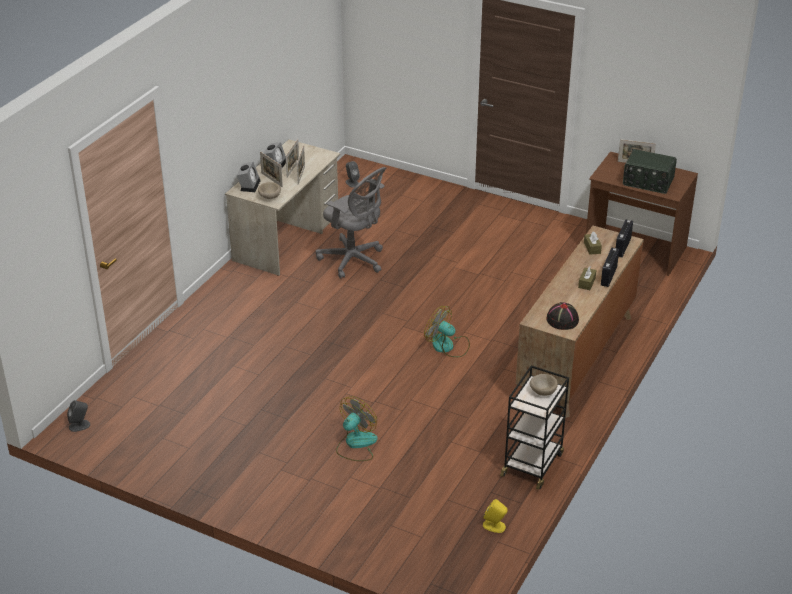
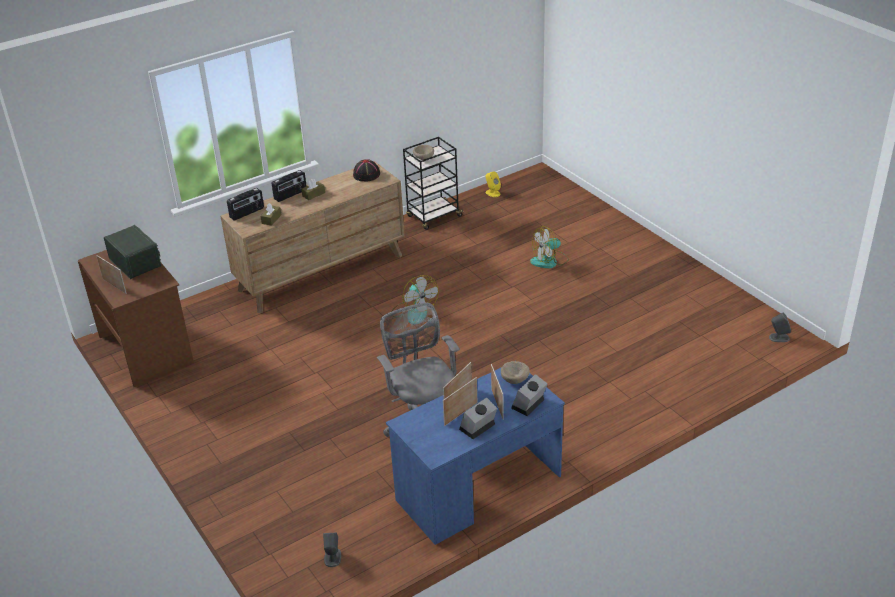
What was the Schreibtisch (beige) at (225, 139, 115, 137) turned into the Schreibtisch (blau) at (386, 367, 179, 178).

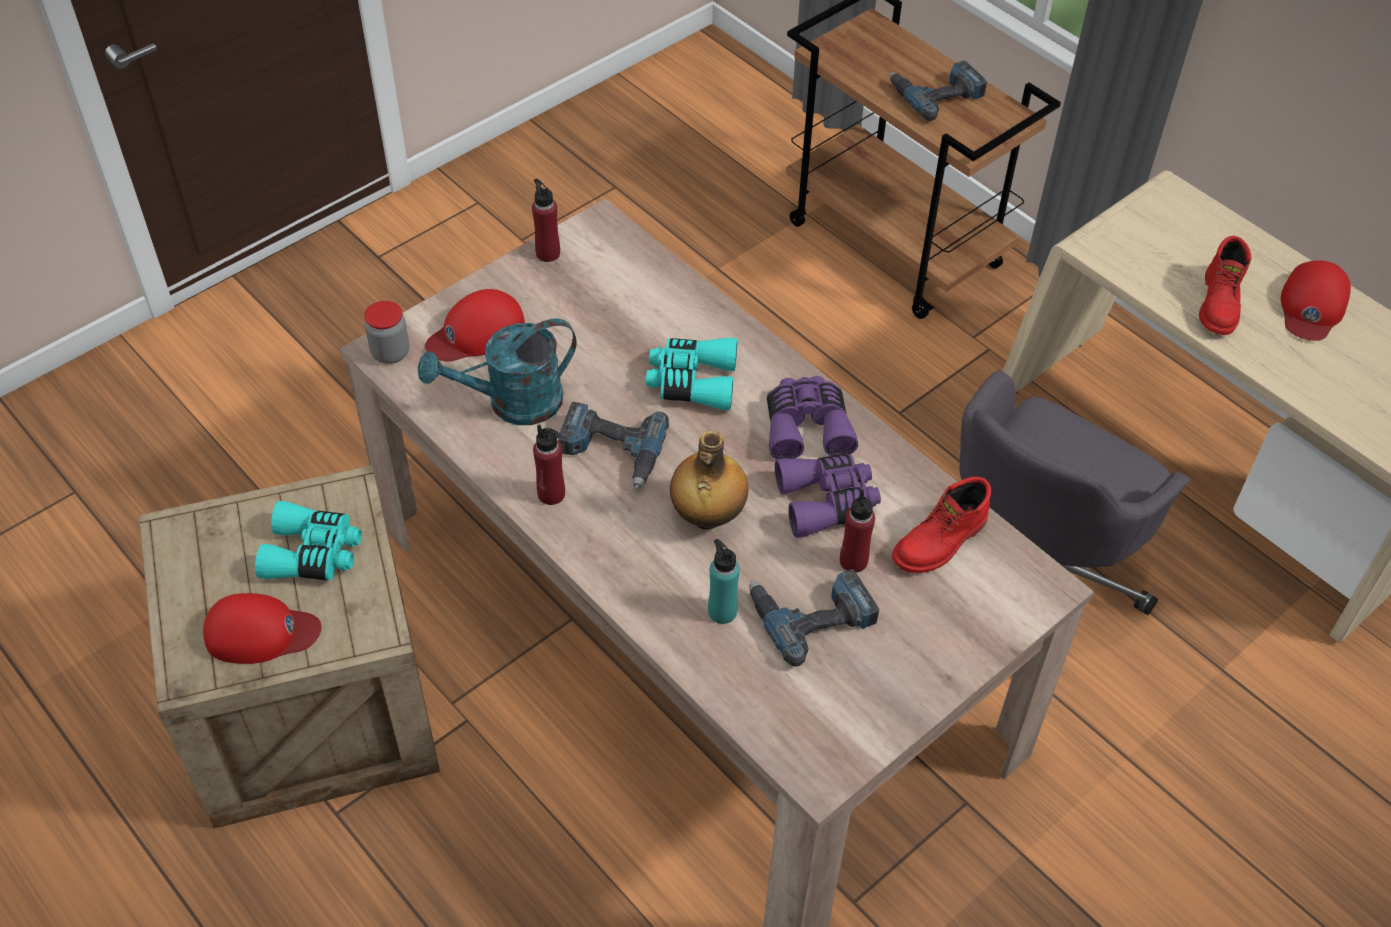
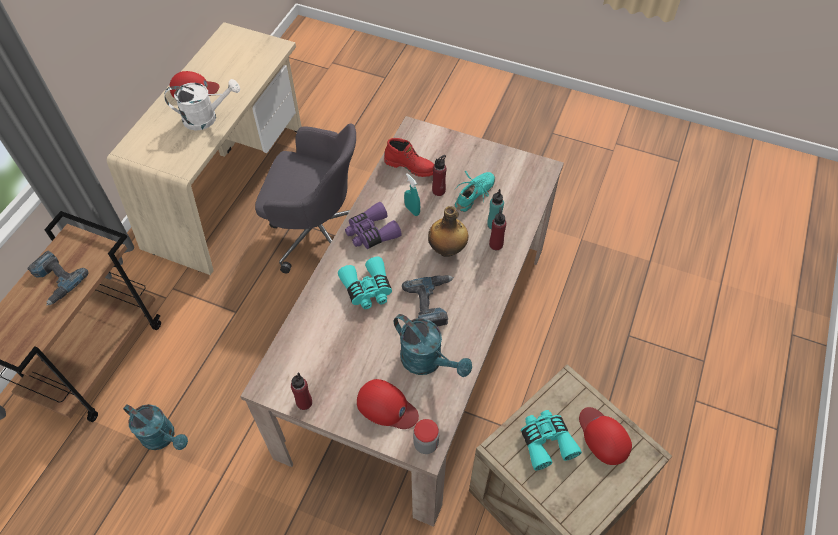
The Flasche (rot) ended up elsewhere, having gone from (533, 424, 32, 81) to (489, 208, 18, 42). Where the Bohrmaschine stood at (749, 569, 130, 98), the Schuh (türkis) came to stand at (454, 171, 41, 41). Where the Fernglas (lila) stood at (775, 454, 106, 84), the Sprühflasche (türkis) came to stand at (404, 173, 16, 43). Where the Stiefel (rot) stood at (1199, 236, 52, 99), the Gießkanne (weiß) came to stand at (164, 79, 76, 52). The second view gained the Gießkanne (türkis) at (123, 404, 65, 46).

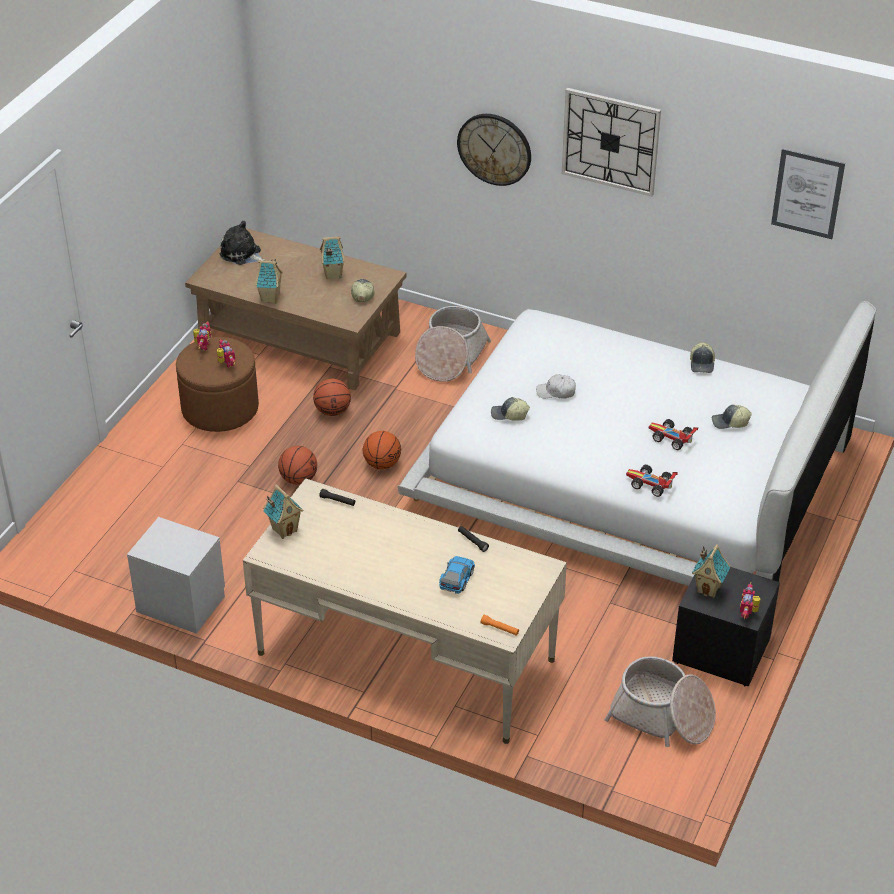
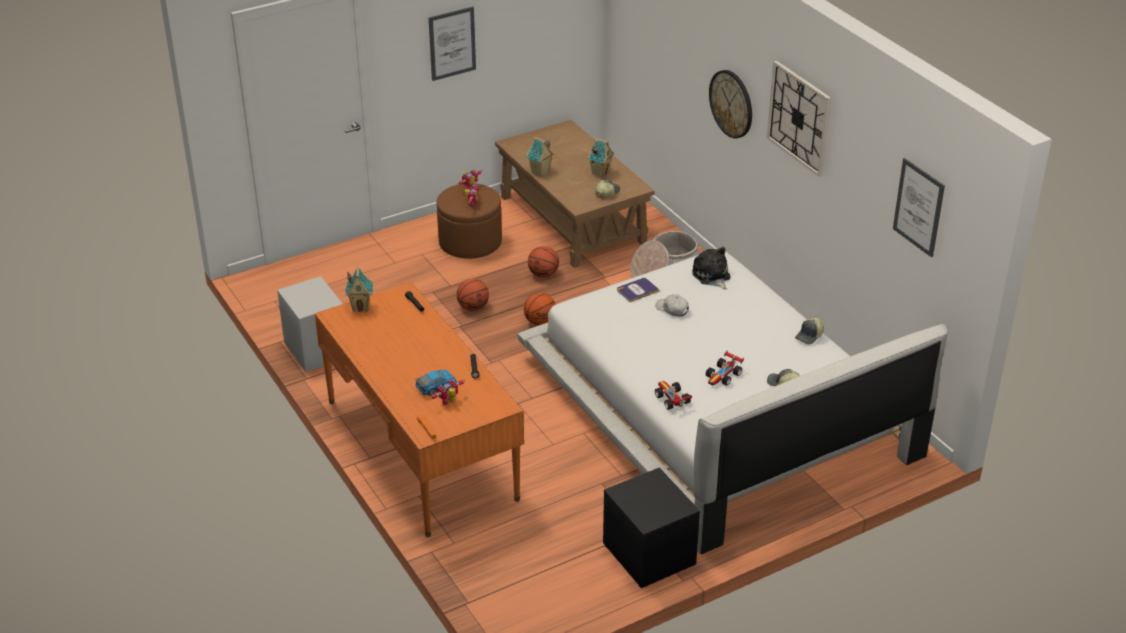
The Plüschtier ended up elsewhere, having gone from (220, 220, 46, 45) to (692, 247, 39, 43). What was the Schreibtisch (beige) at (243, 478, 324, 266) turned into the Schreibtisch (orange) at (315, 282, 209, 255). The second view lost the Kappe at (491, 397, 39, 24). The second view lost the Korb at (604, 656, 112, 91). The Spielzeugauto at (649, 419, 49, 31) ended up facing another way, 120 degrees counterclockwise from before. The second view lost the Spielzeughaus at (692, 544, 38, 54). The Spielzeugroboter ended up elsewhere, having gone from (740, 582, 21, 37) to (430, 379, 35, 26). The second view gained the Bild at (429, 6, 47, 75). The second view gained the Buch at (617, 278, 43, 24).

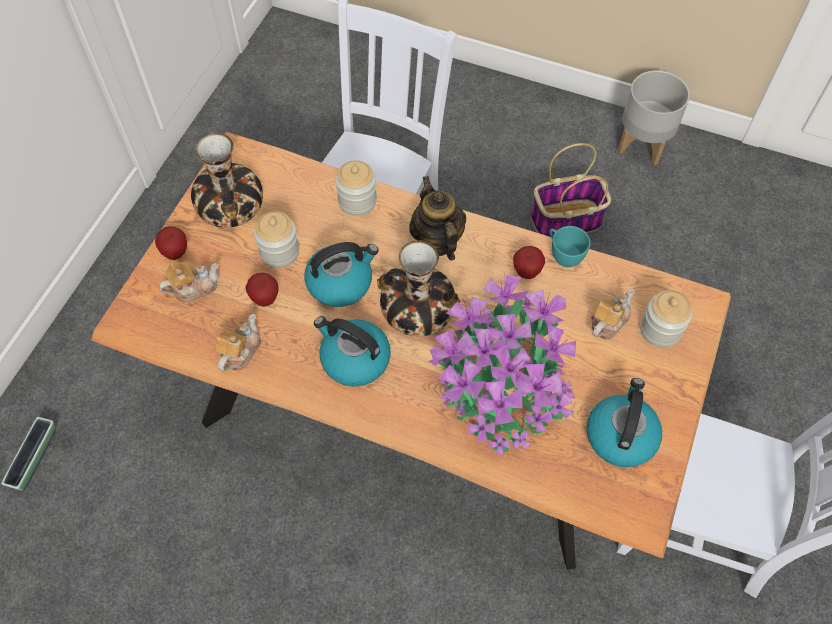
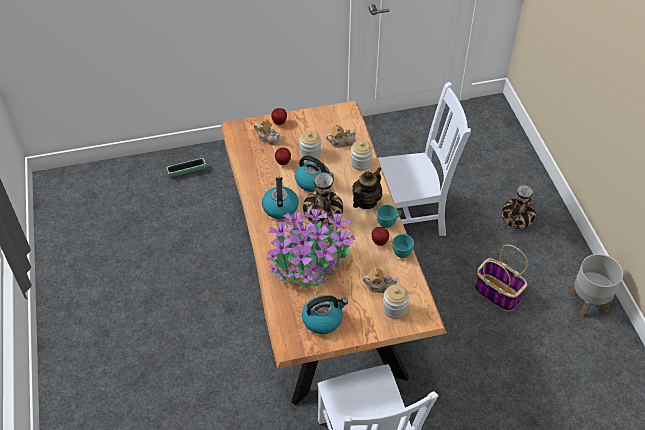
The Vase ended up elsewhere, having gone from (191, 133, 72, 95) to (502, 185, 34, 44). The Teekanne ended up elsewhere, having gone from (215, 314, 46, 57) to (326, 125, 31, 23). The second view gained the Tasse (türkis) at (377, 204, 25, 24).

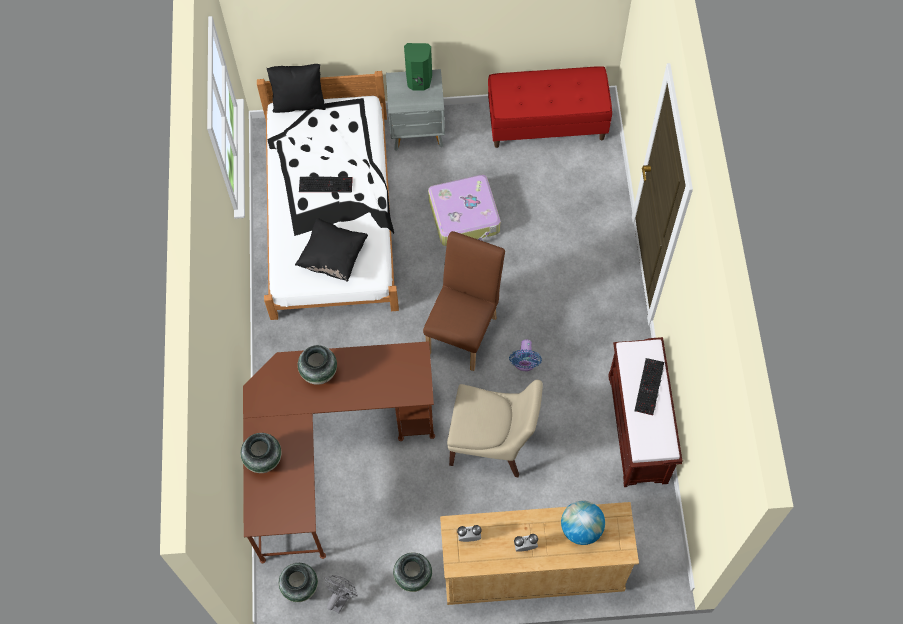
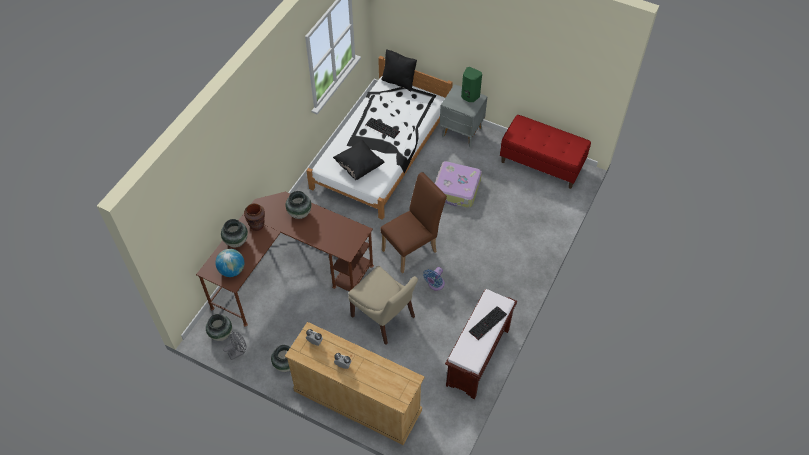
The Globus ended up elsewhere, having gone from (561, 500, 44, 45) to (215, 249, 29, 28). The second view gained the Vase (braun) at (244, 203, 21, 28).

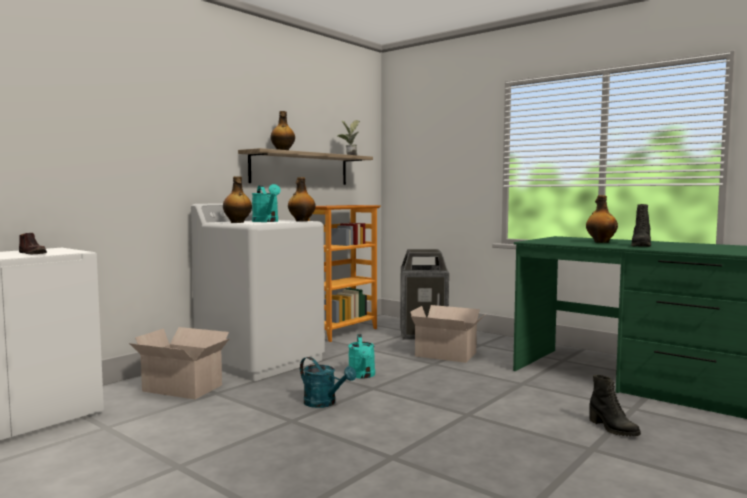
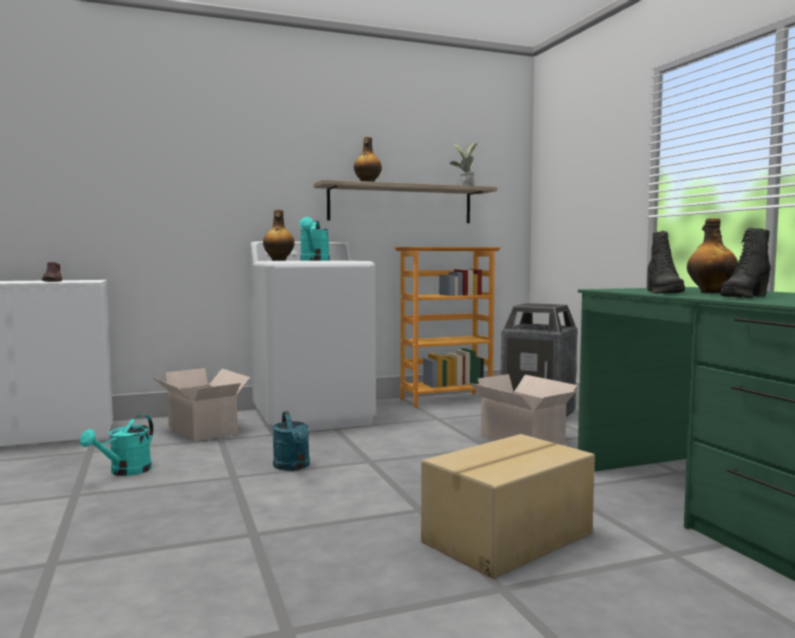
The second view lost the Flasche at (288, 177, 28, 45). The Gießkanne (türkis) ended up elsewhere, having gone from (348, 334, 27, 45) to (80, 415, 73, 61). The Stiefel (schwarz) ended up elsewhere, having gone from (589, 375, 52, 61) to (647, 231, 38, 62). The second view gained the Karton at (421, 434, 174, 145).

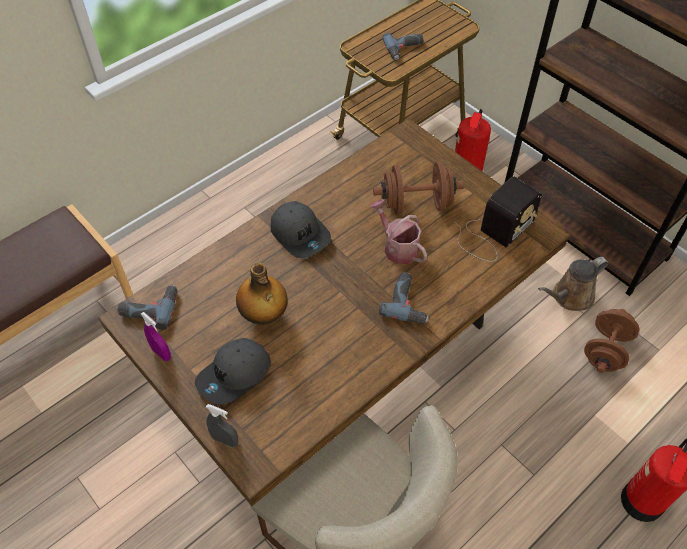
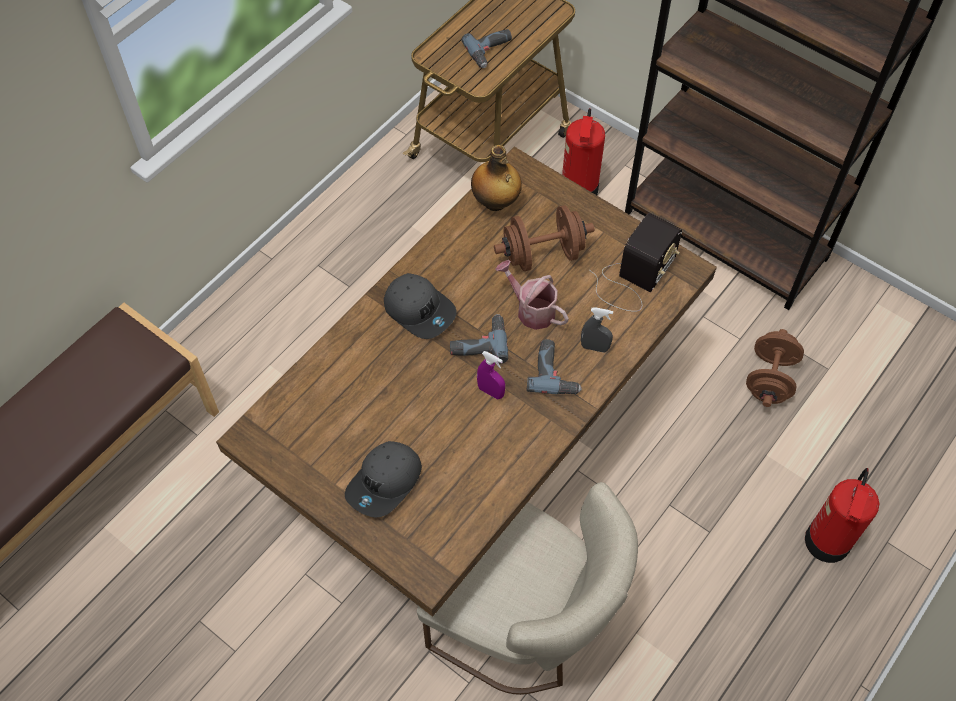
The Bohrmaschine ended up elsewhere, having gone from (118, 285, 60, 45) to (450, 314, 58, 50). The Sprühflasche (lila) ended up elsewhere, having gone from (141, 312, 30, 49) to (477, 351, 28, 48). The Sprühflasche (grau) ended up elsewhere, having gone from (206, 404, 32, 43) to (581, 307, 32, 45). The Flasche ended up elsewhere, having gone from (236, 263, 52, 62) to (471, 145, 51, 66). The second view lost the Gießkanne (braun) at (538, 257, 70, 54).

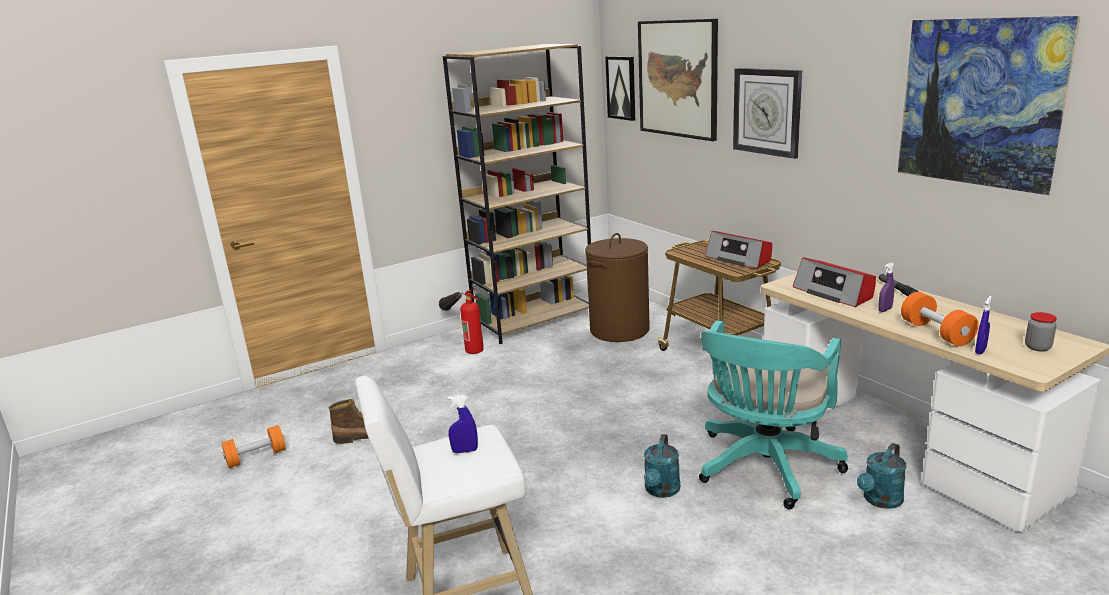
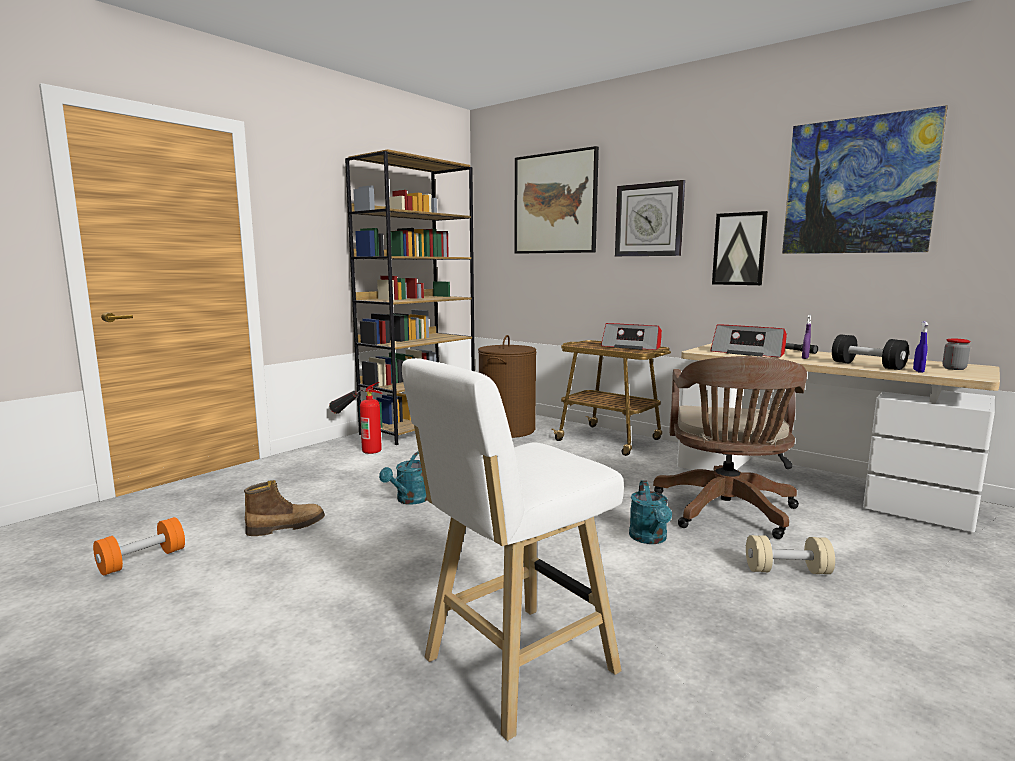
The second view lost the Sprühflasche (blau) at (447, 395, 31, 58). The Bild ended up elsewhere, having gone from (605, 56, 30, 65) to (712, 211, 56, 74). What was the Bürostuhl (türkis) at (699, 321, 149, 188) turned into the Bürostuhl (braun) at (653, 356, 154, 183). The Gießkanne (türkis) ended up elsewhere, having gone from (857, 443, 49, 66) to (379, 451, 48, 53). What was the Hantel (orange) at (901, 292, 78, 54) turned into the Hantel (schwarz) at (832, 335, 77, 35). The second view gained the Hantel (beige) at (746, 535, 89, 39).

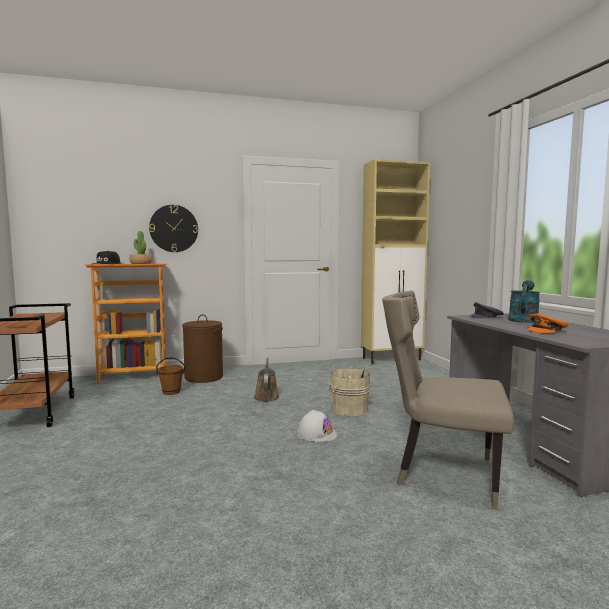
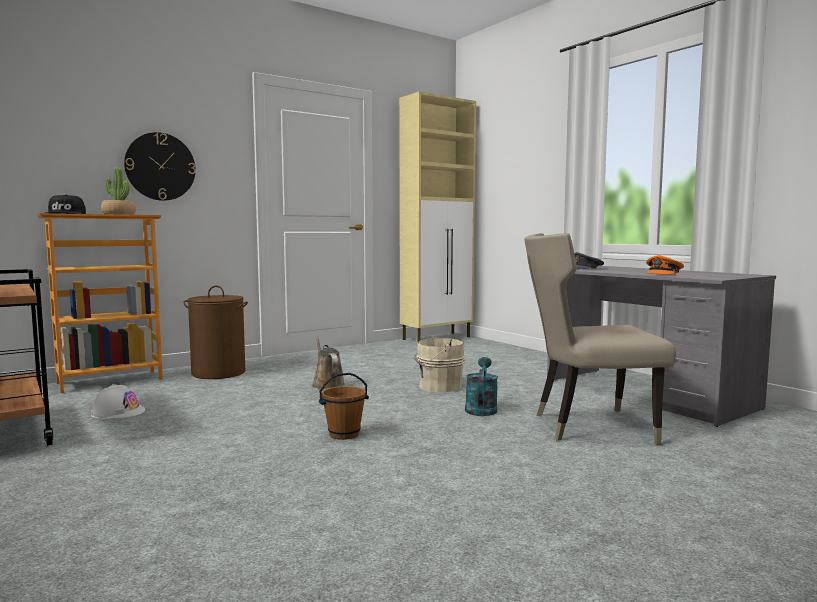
The Eimer (braun) ended up elsewhere, having gone from (156, 358, 30, 37) to (319, 373, 50, 67). The Schutzhelm (weiß) ended up elsewhere, having gone from (297, 410, 40, 32) to (91, 384, 54, 35). The Gießkanne (türkis) ended up elsewhere, having gone from (508, 280, 32, 43) to (465, 357, 33, 59).

